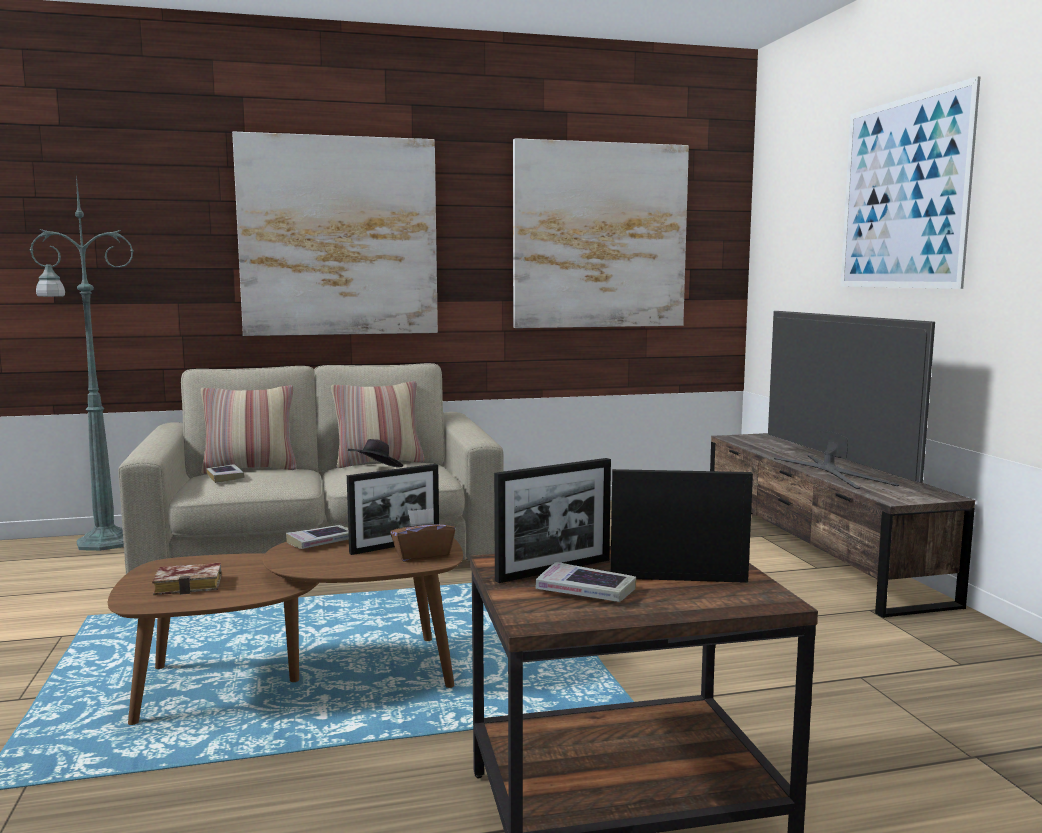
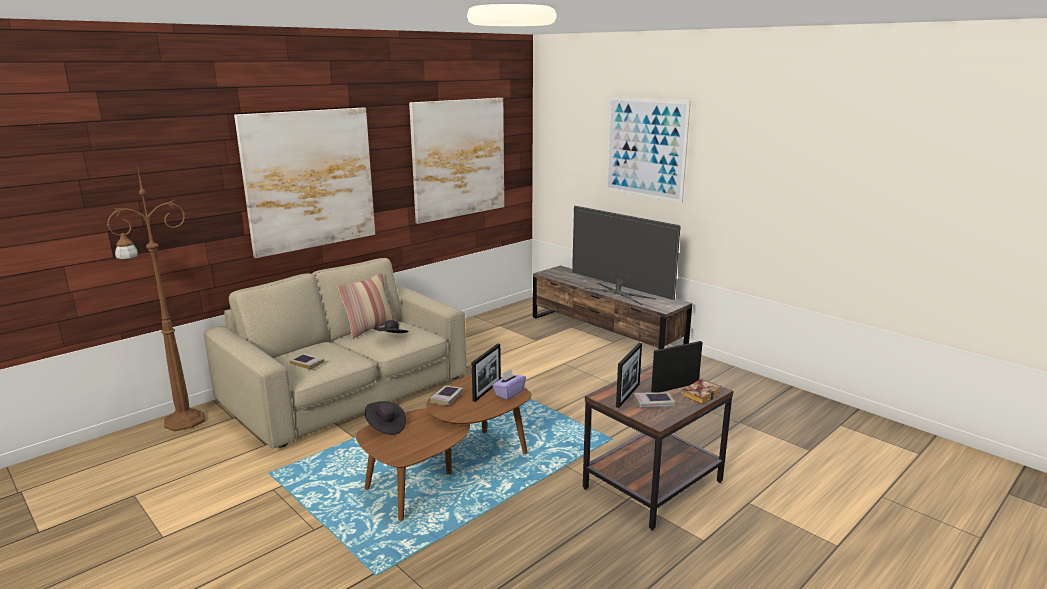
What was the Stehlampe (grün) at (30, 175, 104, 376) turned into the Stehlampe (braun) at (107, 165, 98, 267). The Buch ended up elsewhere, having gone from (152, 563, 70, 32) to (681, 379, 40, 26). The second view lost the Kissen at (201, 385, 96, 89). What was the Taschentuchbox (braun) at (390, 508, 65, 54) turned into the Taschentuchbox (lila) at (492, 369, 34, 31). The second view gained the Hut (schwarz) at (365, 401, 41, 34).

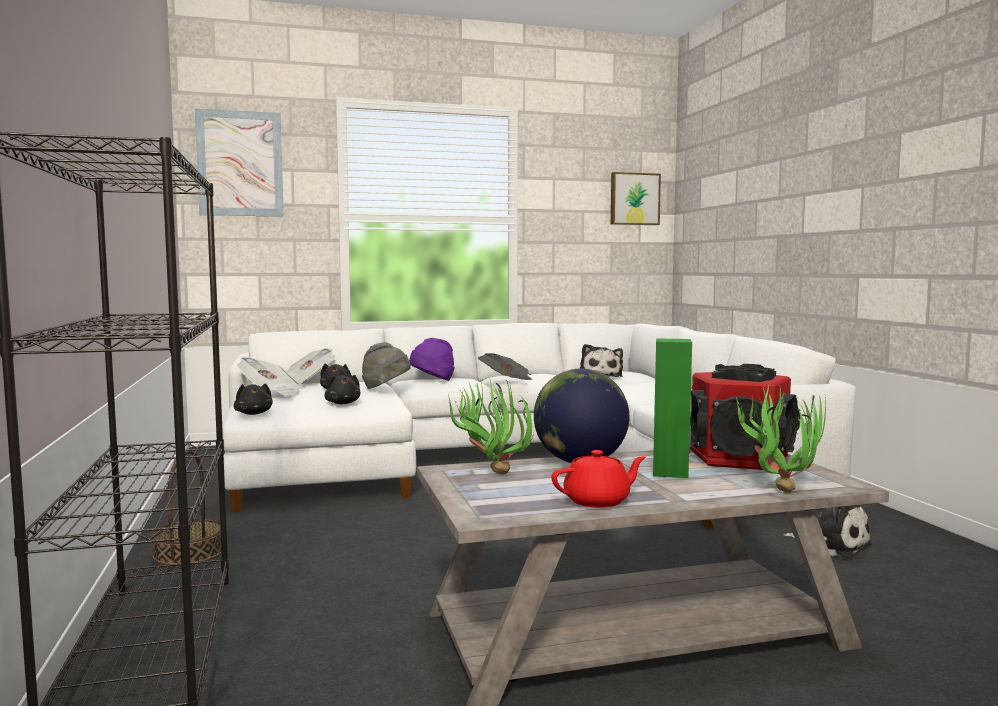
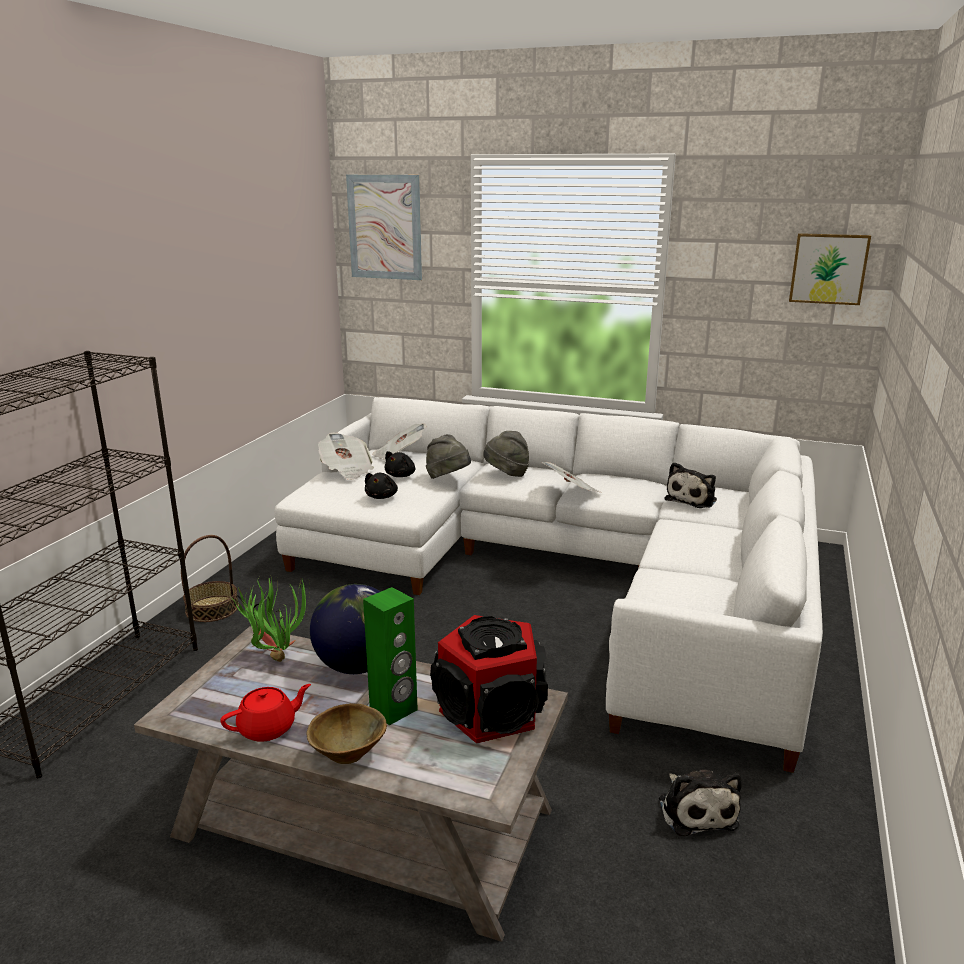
The second view lost the Plüschtier (schwarz) at (234, 383, 39, 32). What was the Hut (lila) at (409, 338, 46, 43) turned into the Hut (grau) at (483, 431, 46, 46). The Teekanne (rot) at (551, 450, 95, 58) ended up facing another way, 45 degrees counterclockwise from before. The second view lost the Topfpflanze at (730, 385, 96, 108). The second view gained the Schüssel (braun) at (306, 703, 81, 61).

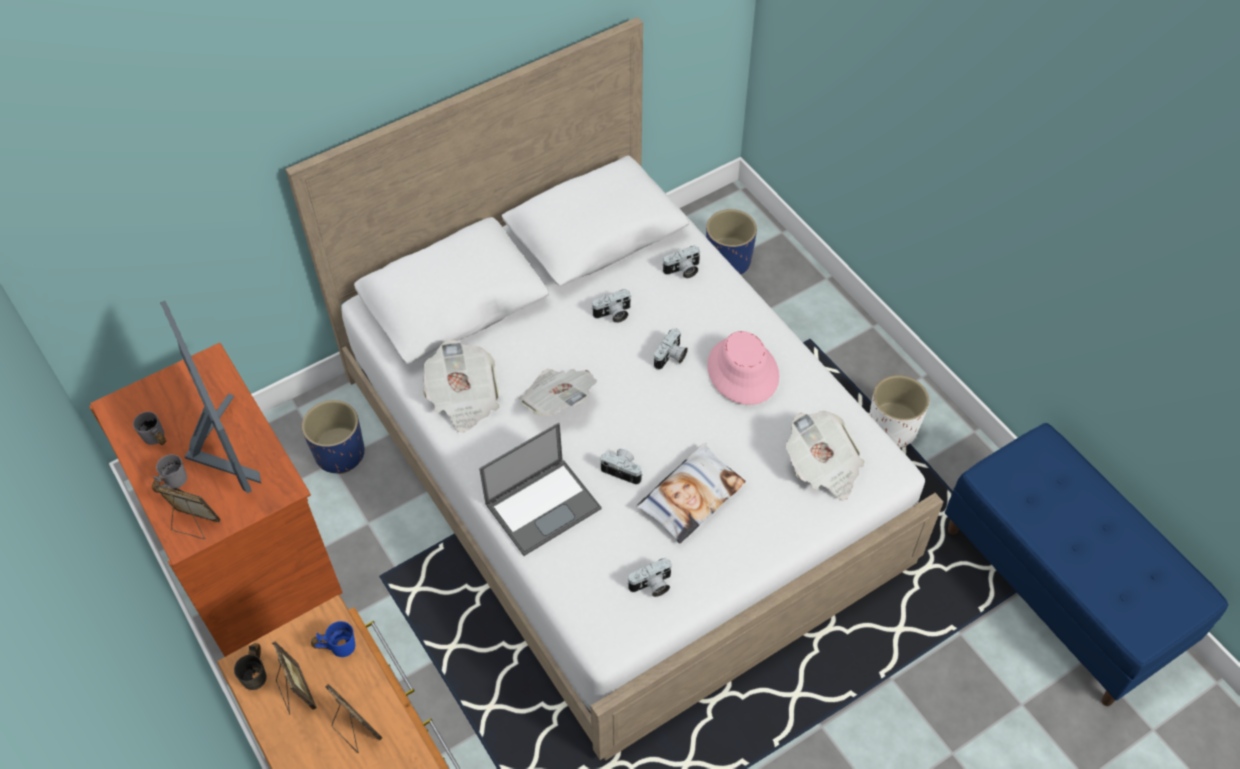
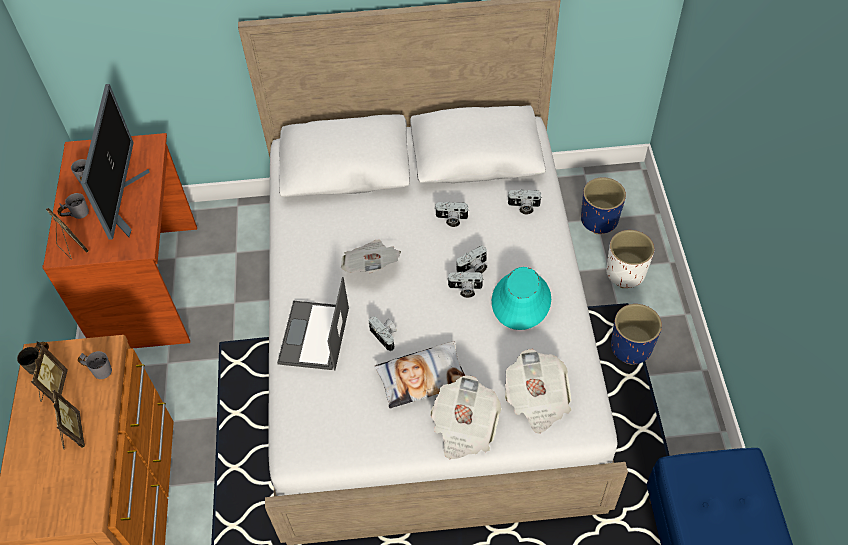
The Pflanzkübel (blau) ended up elsewhere, having gone from (302, 400, 63, 74) to (611, 304, 51, 61). What was the Henkelbecher (blau) at (311, 621, 44, 36) turned into the Henkelbecher (grau) at (78, 351, 34, 28). The Zeitung ended up elsewhere, having gone from (423, 340, 77, 93) to (430, 376, 71, 83). The Laptop at (479, 423, 122, 133) ended up facing another way, 105 degrees clockwise from before. The Kamera ended up elsewhere, having gone from (627, 558, 45, 39) to (447, 271, 37, 27). What was the Hut (rosa) at (707, 331, 72, 74) turned into the Hut (türkis) at (492, 267, 59, 63). The Pflanzkübel (weiß) ended up elsewhere, having gone from (869, 375, 60, 73) to (606, 230, 48, 58).

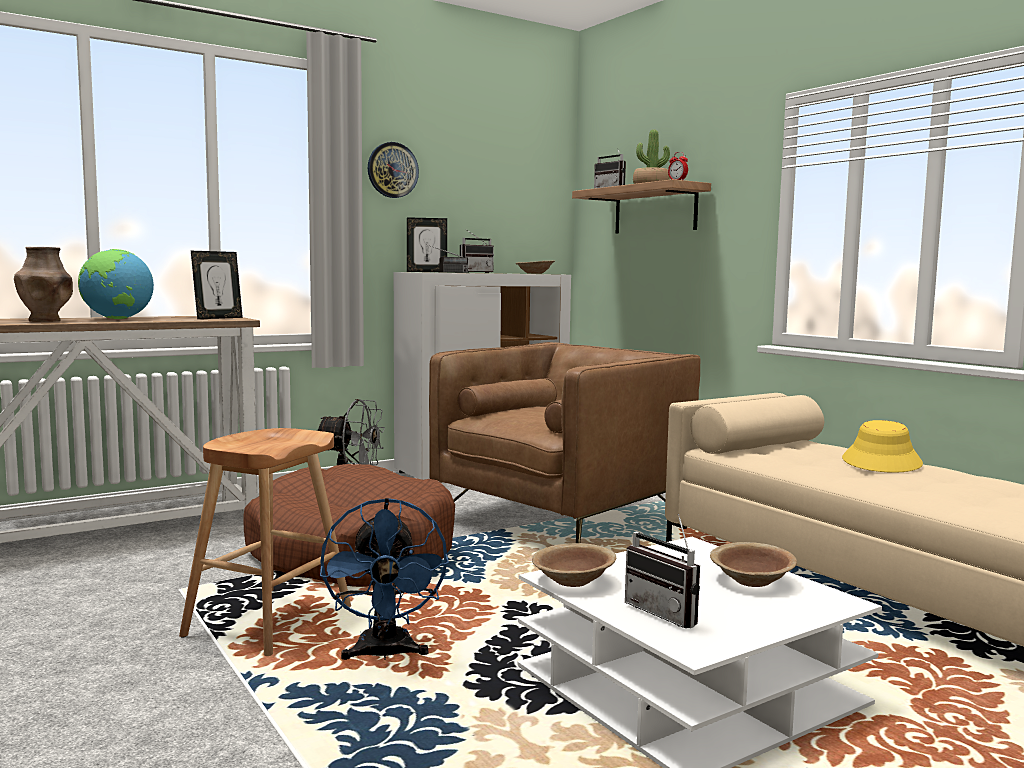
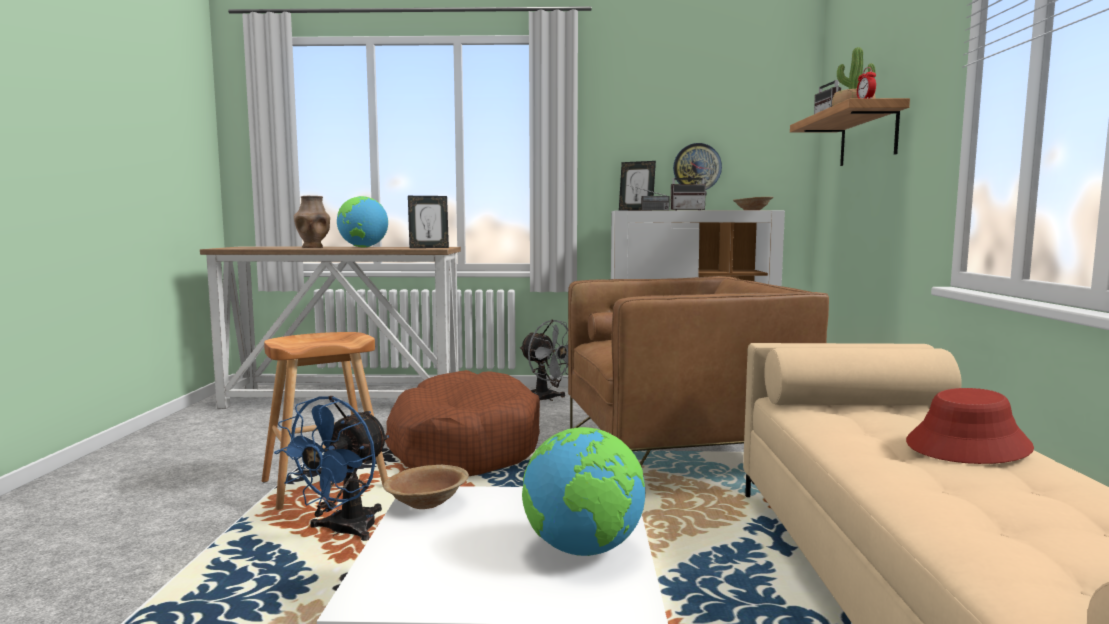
The Wanduhr ended up elsewhere, having gone from (368, 142, 51, 56) to (673, 143, 49, 47). The second view lost the Radio at (625, 514, 75, 114). Where the Schüssel (braun) stood at (710, 542, 87, 45), the Globus came to stand at (522, 427, 123, 129). What was the Hut (gelb) at (842, 420, 81, 53) turned into the Hut (rot) at (906, 388, 128, 76).

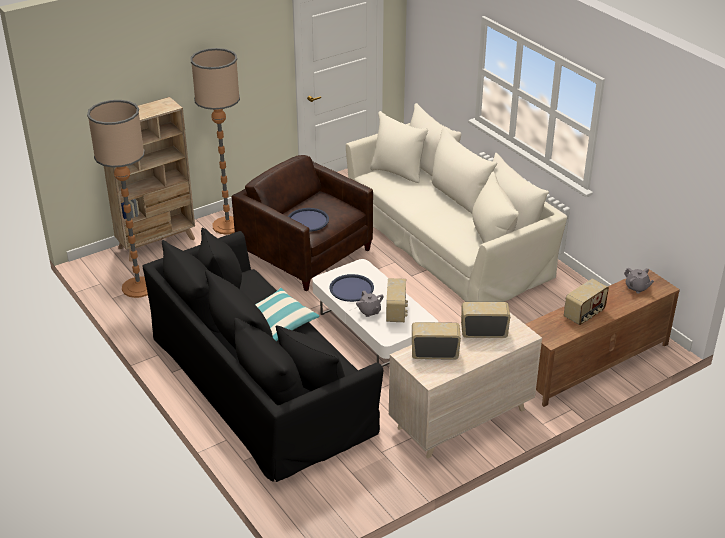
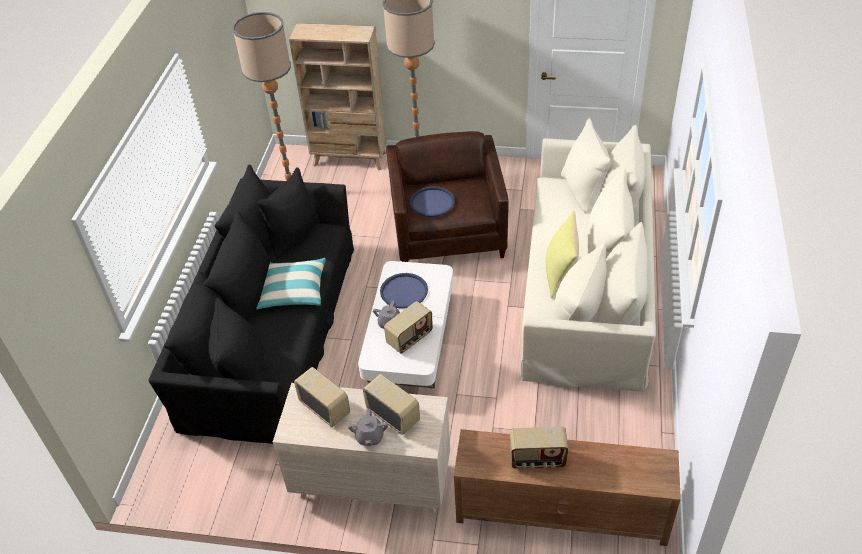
The Teekanne (grau) ended up elsewhere, having gone from (624, 267, 30, 26) to (348, 409, 40, 37). The second view gained the Kissen (gelb) at (546, 211, 33, 87).

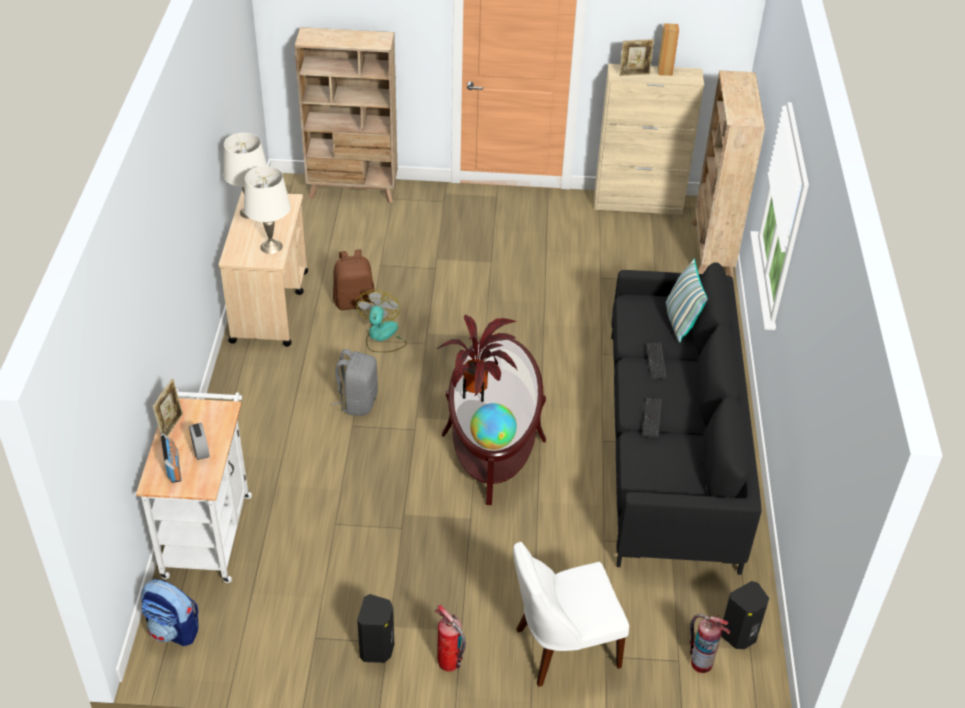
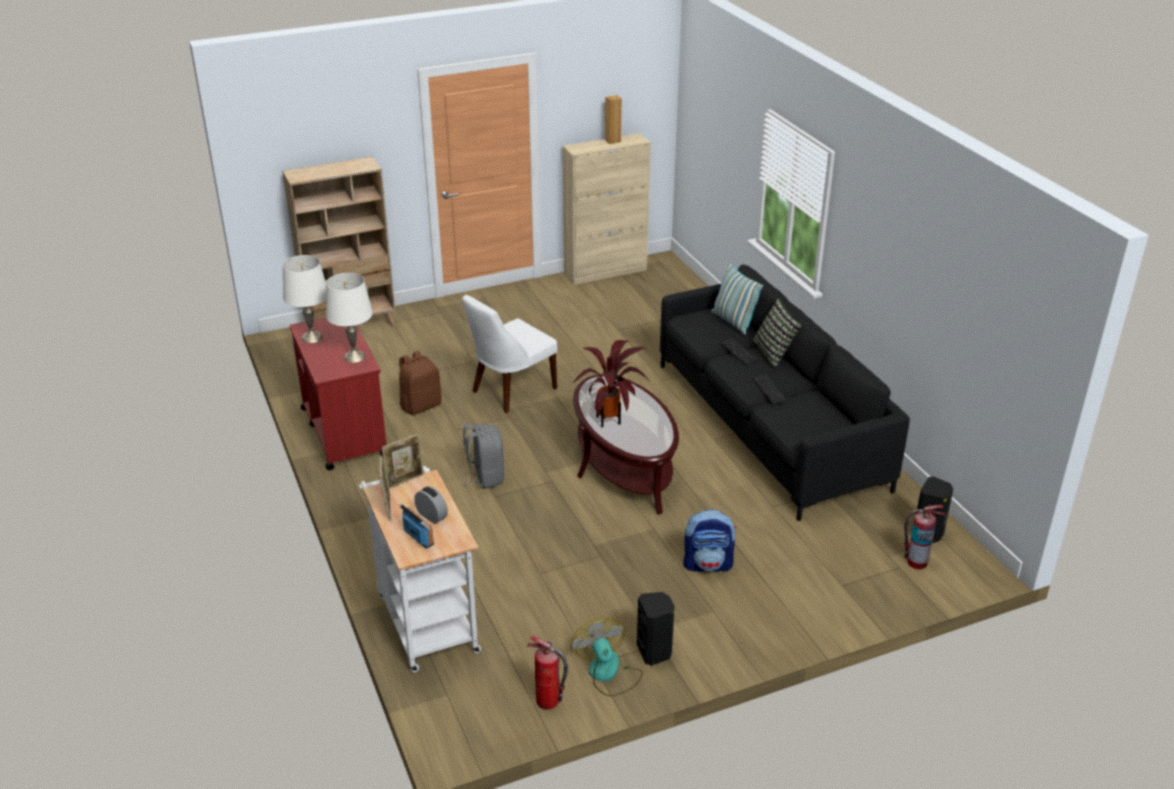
The Rucksack ended up elsewhere, having gone from (141, 579, 58, 67) to (683, 509, 53, 63). What was the Rollwagen (beige) at (219, 191, 89, 156) turned into the Rollwagen (rot) at (289, 318, 98, 152). The Ventilator ended up elsewhere, having gone from (356, 290, 51, 63) to (571, 617, 72, 79). The Feuerlöscher ended up elsewhere, having gone from (435, 605, 31, 67) to (527, 636, 41, 74). The second view lost the Globus at (470, 403, 47, 47). The Stuhl (weiß) ended up elsewhere, having gone from (513, 541, 116, 146) to (462, 295, 96, 118). The Bilderrahmen ended up elsewhere, having gone from (619, 39, 35, 37) to (381, 433, 43, 56). The second view lost the Bücherregal (beige) at (692, 70, 73, 209). The second view gained the Kissen at (752, 299, 50, 71).

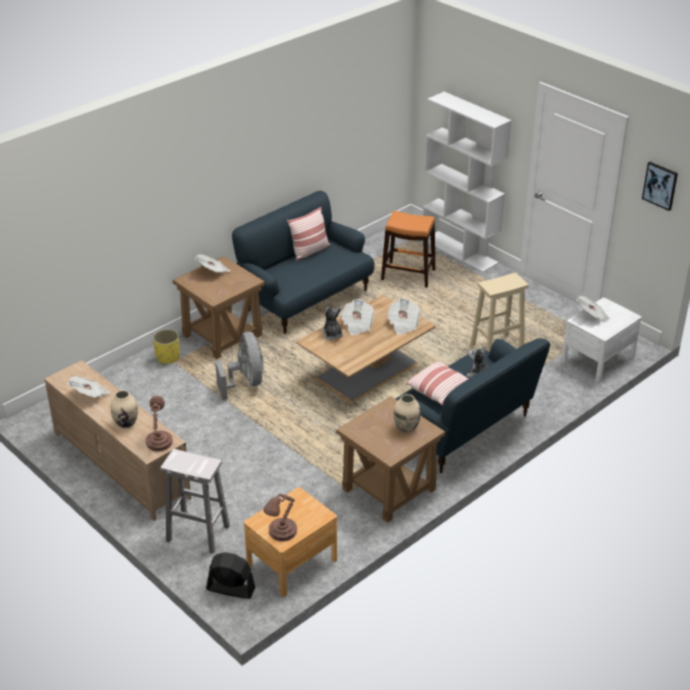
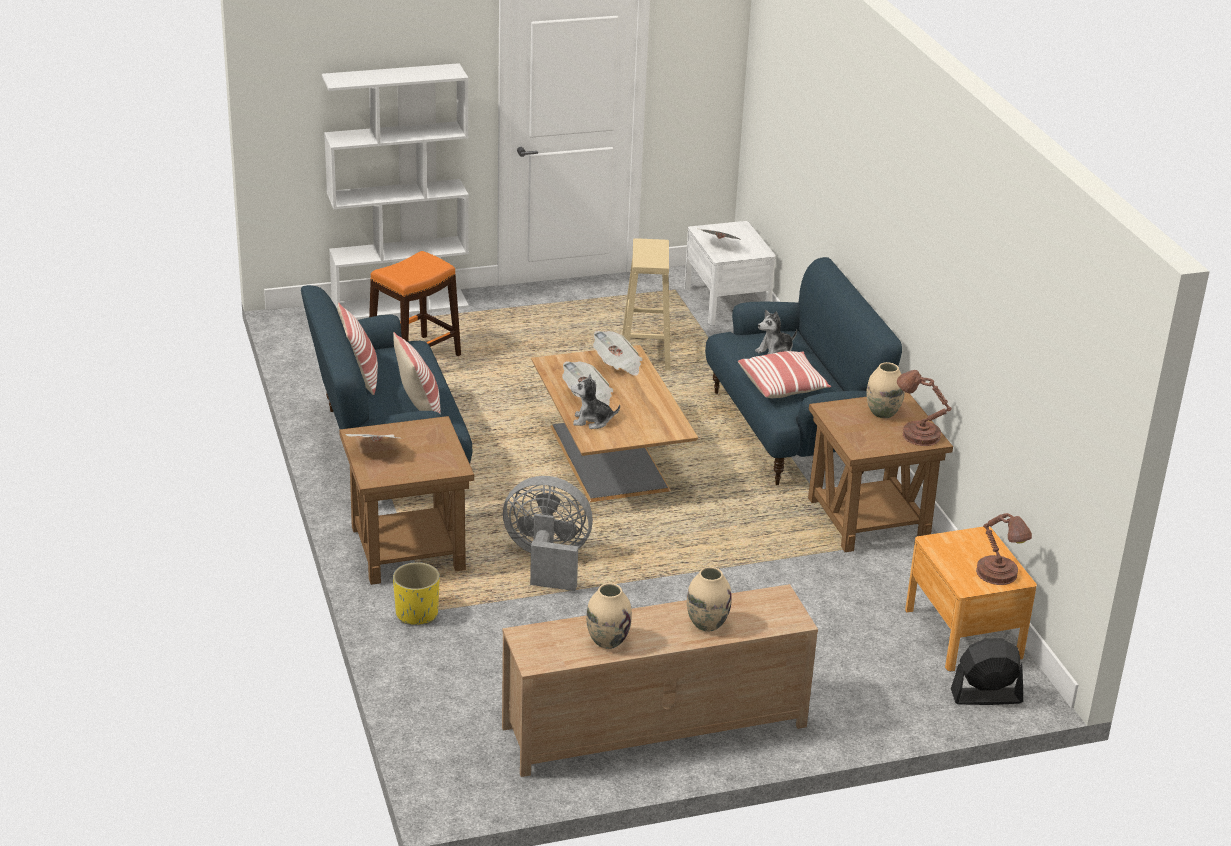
Where the Zeitung stood at (67, 376, 43, 22), the Vase (beige) came to stand at (586, 583, 46, 66). The Tischlampe (braun) ended up elsewhere, having gone from (146, 396, 27, 56) to (897, 370, 55, 76). The second view lost the Hocker (weiß) at (160, 449, 70, 105). The Ventilator (schwarz) at (206, 552, 49, 47) ended up facing another way, 45 degrees clockwise from before. The second view lost the Bild at (642, 162, 36, 49). The second view gained the Kissen at (393, 332, 48, 83).

